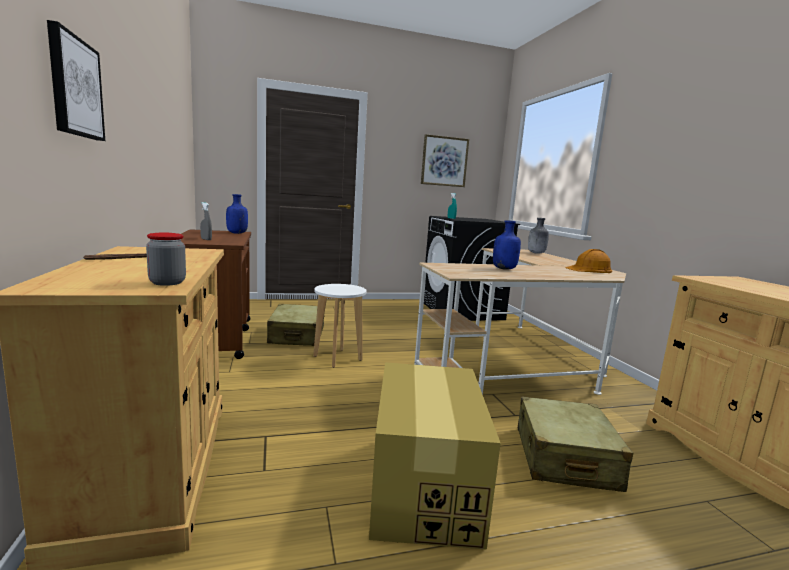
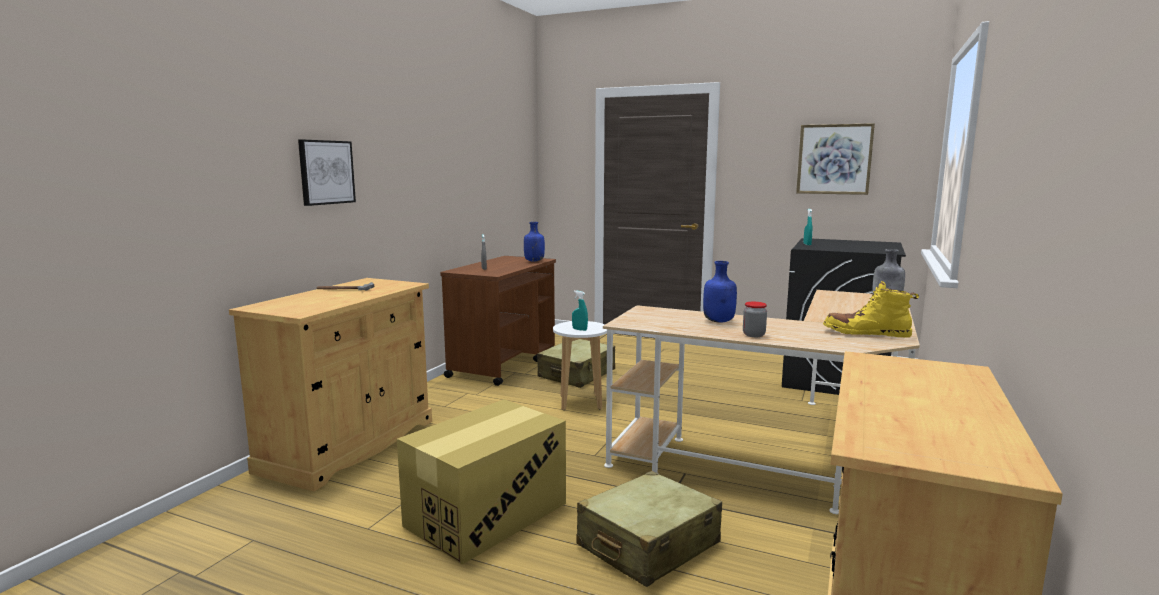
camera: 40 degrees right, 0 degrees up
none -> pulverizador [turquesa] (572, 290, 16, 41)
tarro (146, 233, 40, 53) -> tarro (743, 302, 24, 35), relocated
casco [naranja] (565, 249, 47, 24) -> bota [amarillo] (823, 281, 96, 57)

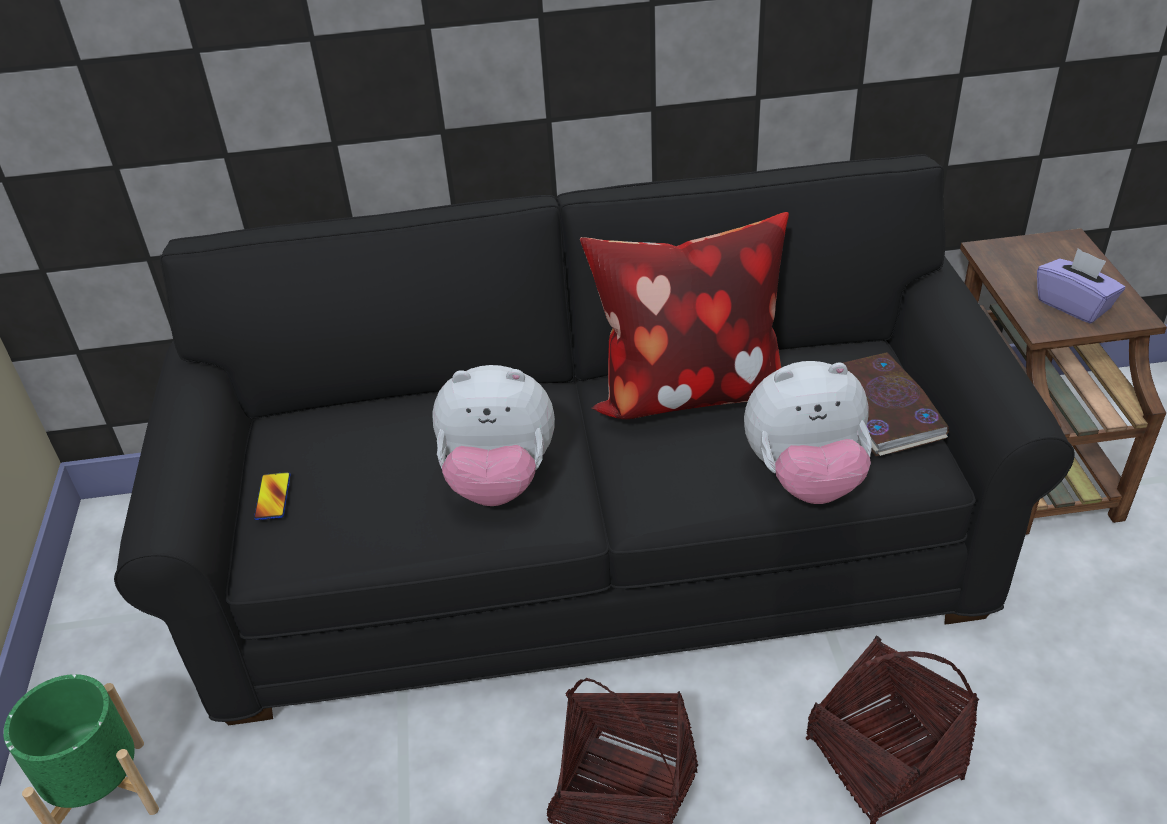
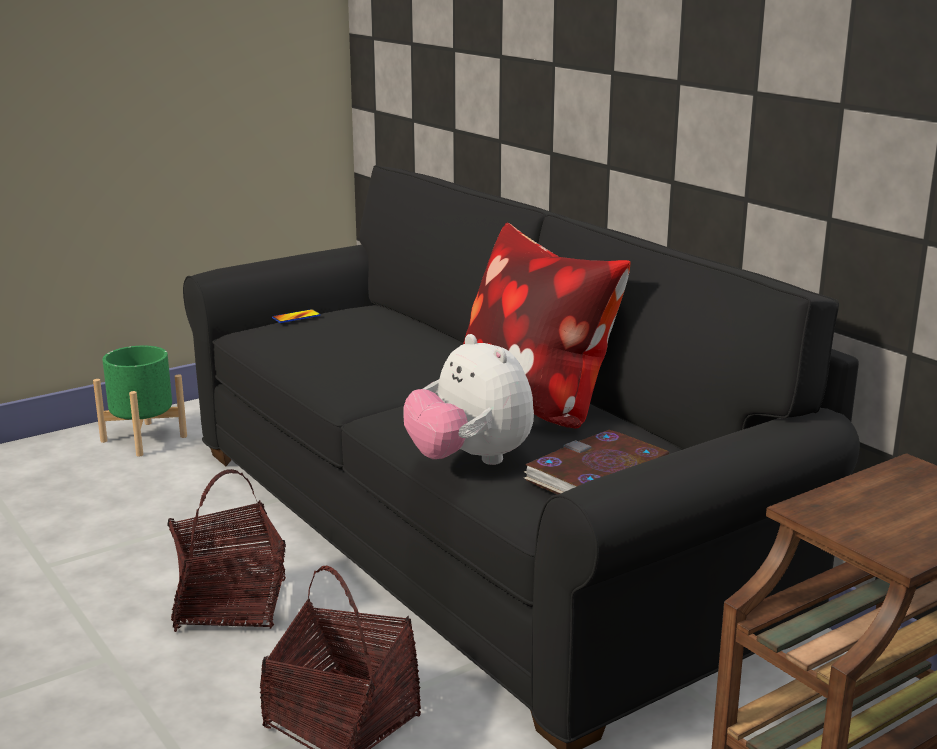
camera: 60 degrees right, 20 degrees down
peluche (433, 365, 122, 141) -> none
caja de pañuelos [morado] (1037, 248, 88, 76) -> none

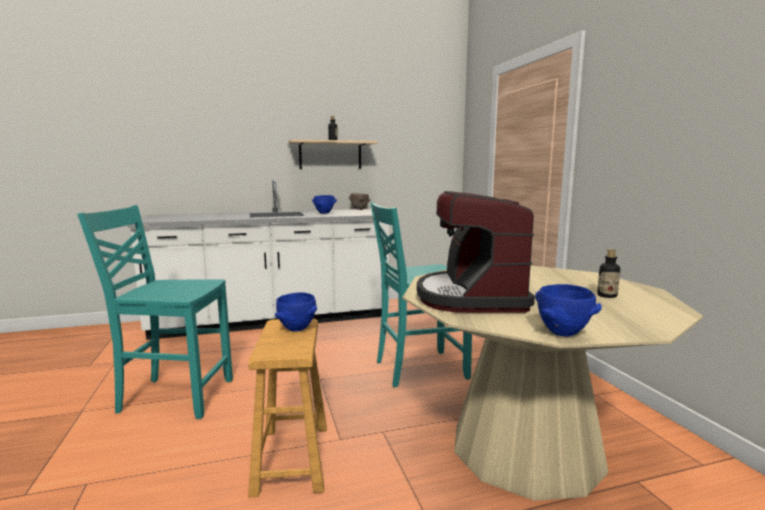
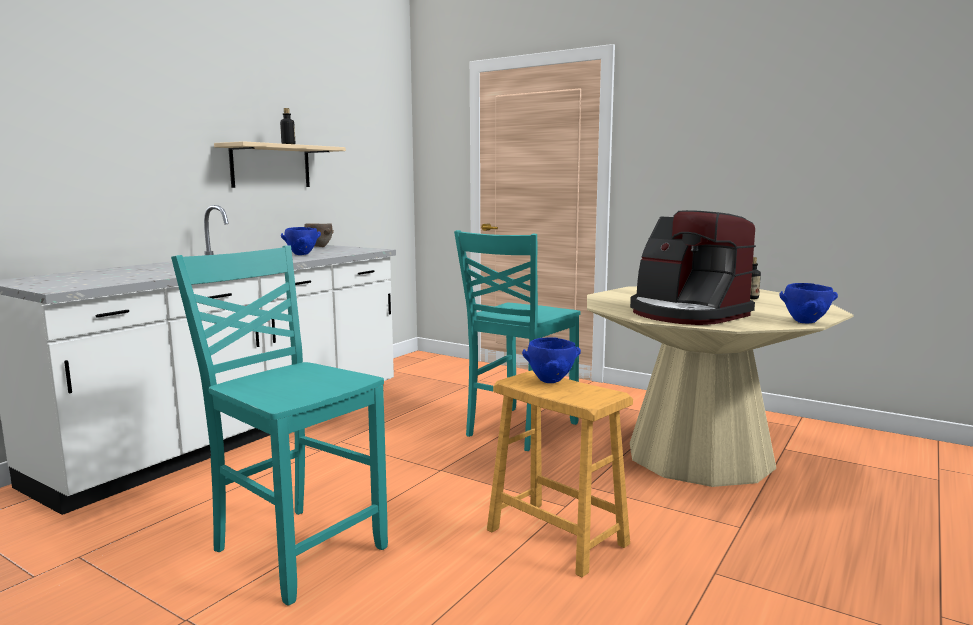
camera: 40 degrees left, 0 degrees up
silla [turquesa] (77, 205, 156, 214) -> silla [turquesa] (171, 245, 217, 361), 75 degrees clockwise

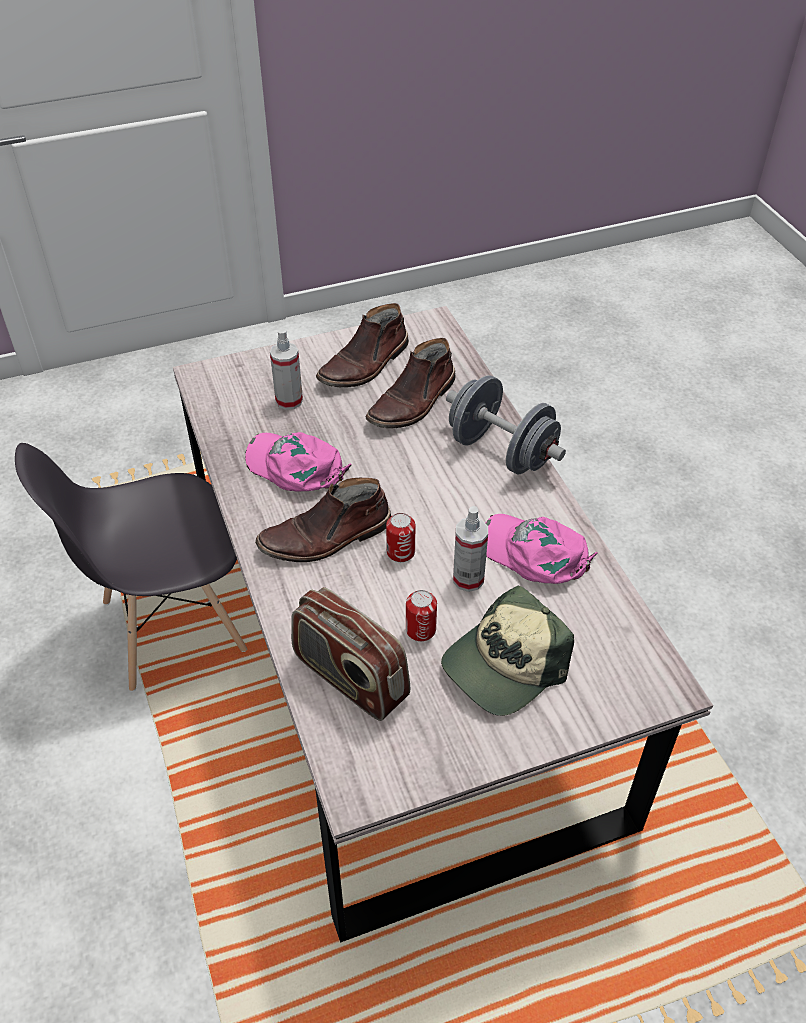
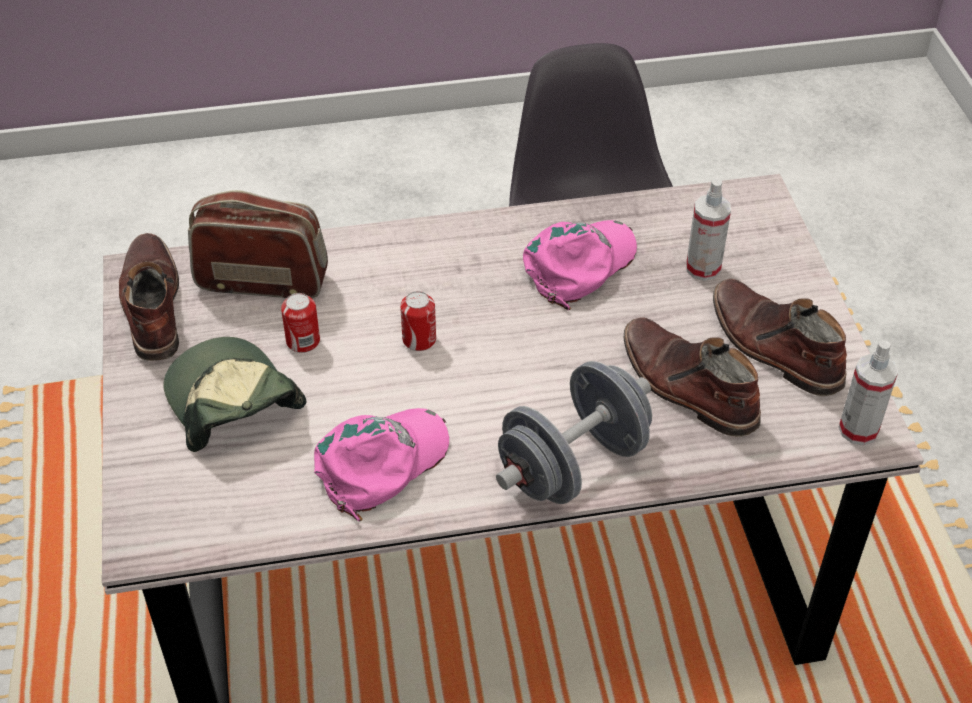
camera: 100 degrees right, 0 degrees up
bota [marrón] (255, 478, 136, 84) -> bota [marrón] (119, 233, 60, 128), relocated
pulverizador (453, 506, 35, 86) -> pulverizador (839, 340, 59, 105), relocated
radio (291, 587, 119, 134) -> radio (188, 190, 140, 109), 45 degrees clockwise

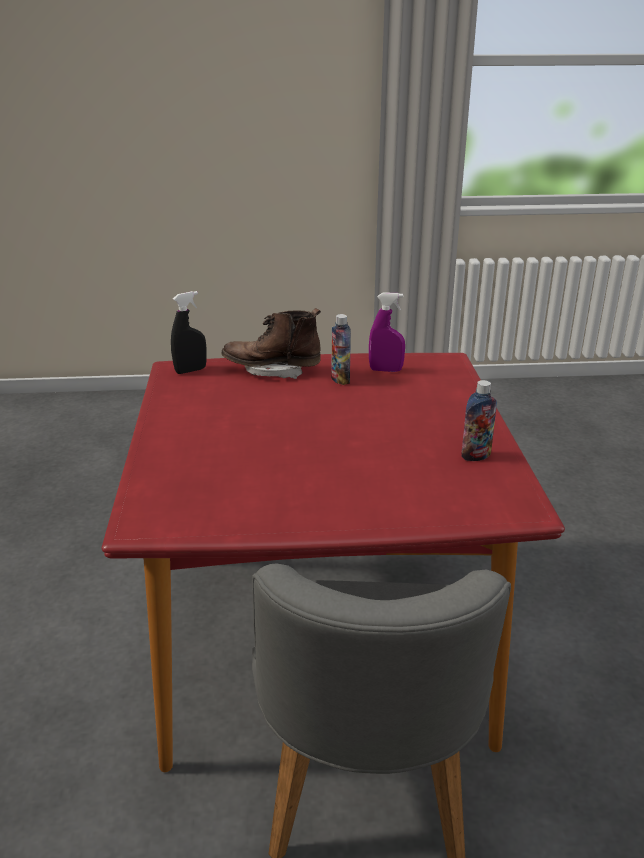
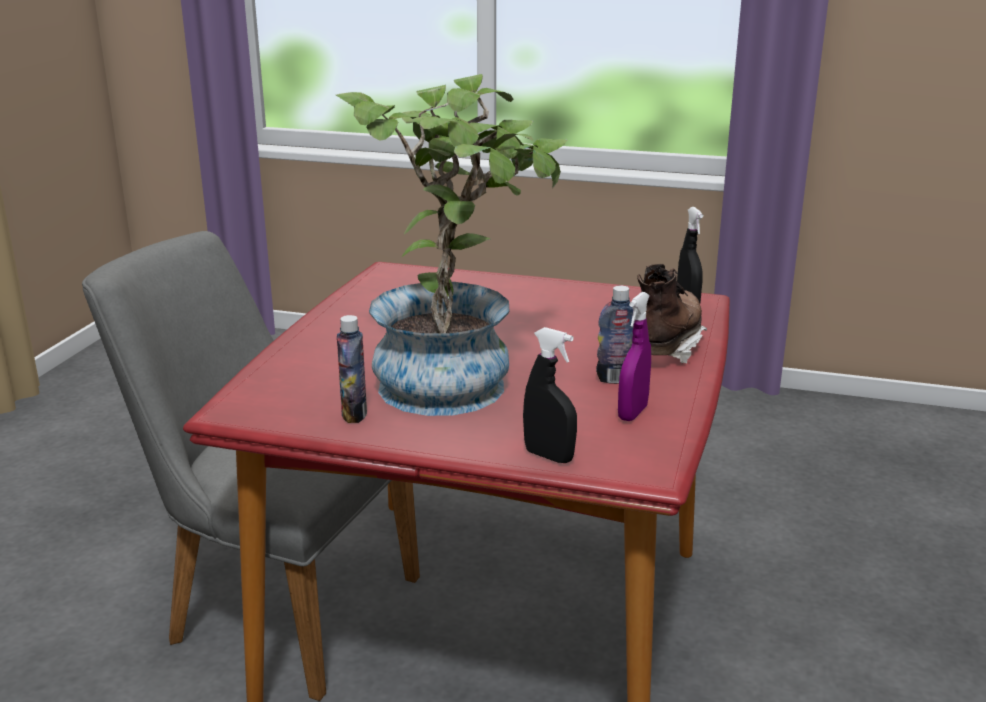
camera: 110 degrees right, 5 degrees down
none -> planta en maceta (336, 74, 231, 342)
none -> pulverizador [negro] (523, 327, 54, 136)

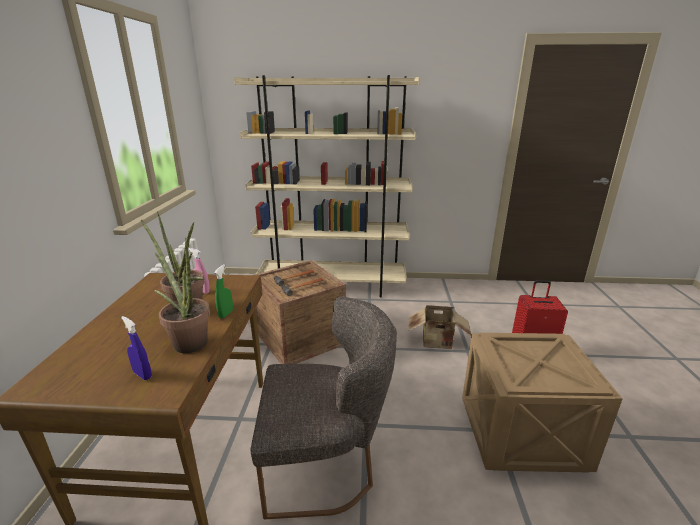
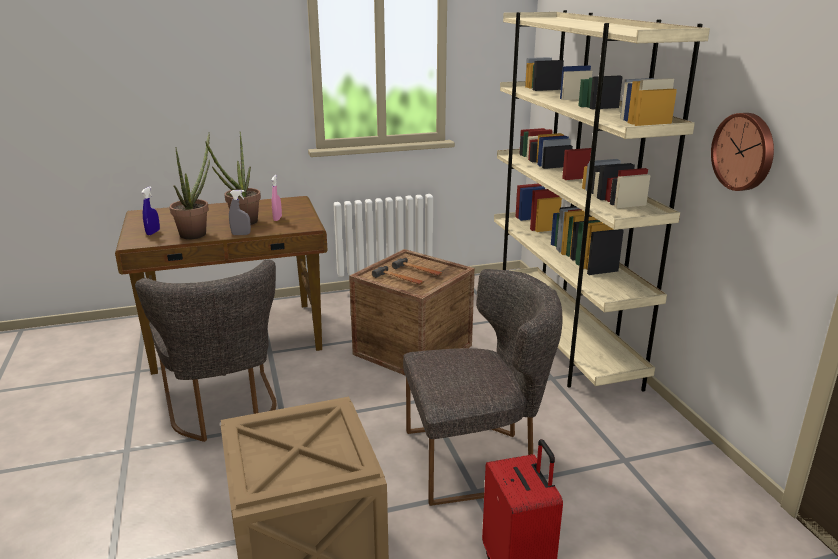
camera: 70 degrees right, 0 degrees up
none -> reloj de pared (711, 113, 63, 78)
caja de cartón (408, 305, 63, 44) -> silla [gris] (403, 269, 160, 237)
pulverizador [verde] (214, 264, 19, 55) -> pulverizador [gris] (229, 190, 22, 45)

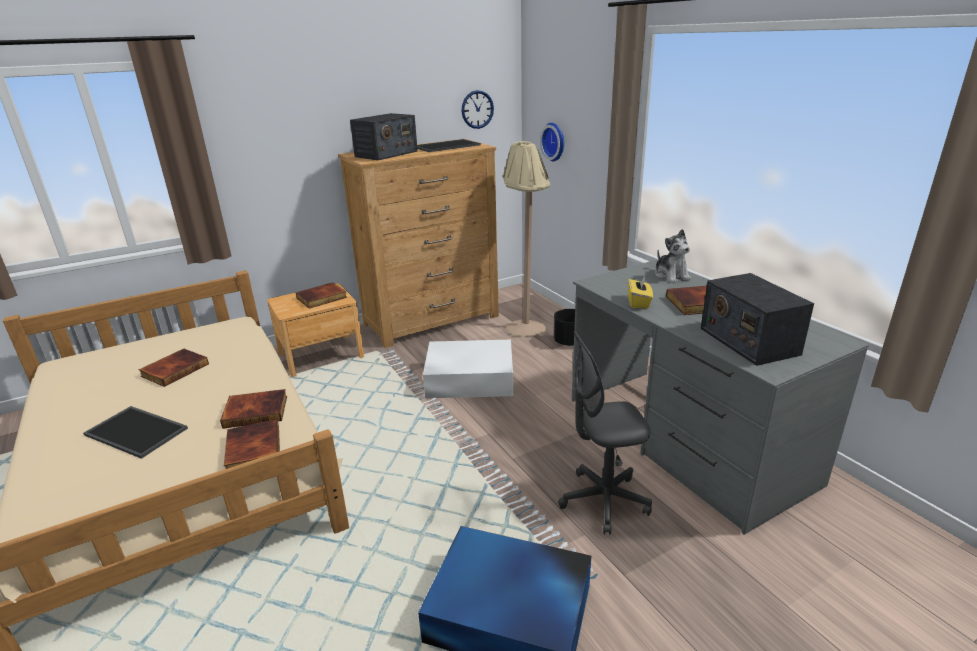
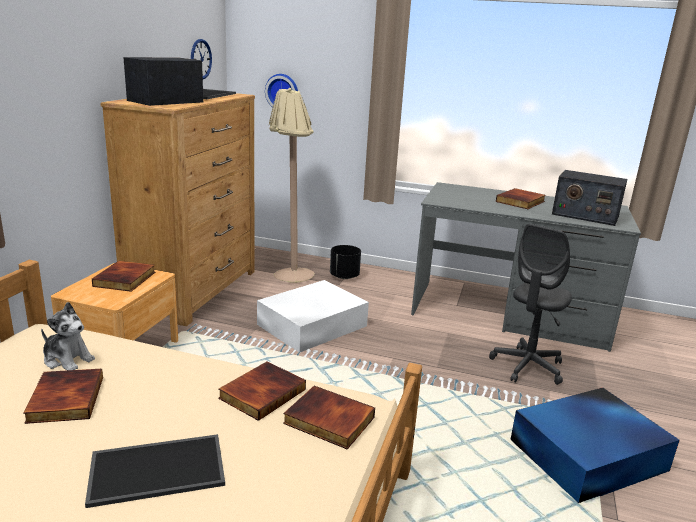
camera: 45 degrees left, 5 degrees down
caja de pañuelos [amarillo] (628, 277, 25, 31) -> none
peluche (655, 229, 36, 54) -> peluche (41, 302, 54, 68), relocated
radio (350, 113, 68, 47) -> radio (123, 57, 80, 49), 135 degrees counterclockwise

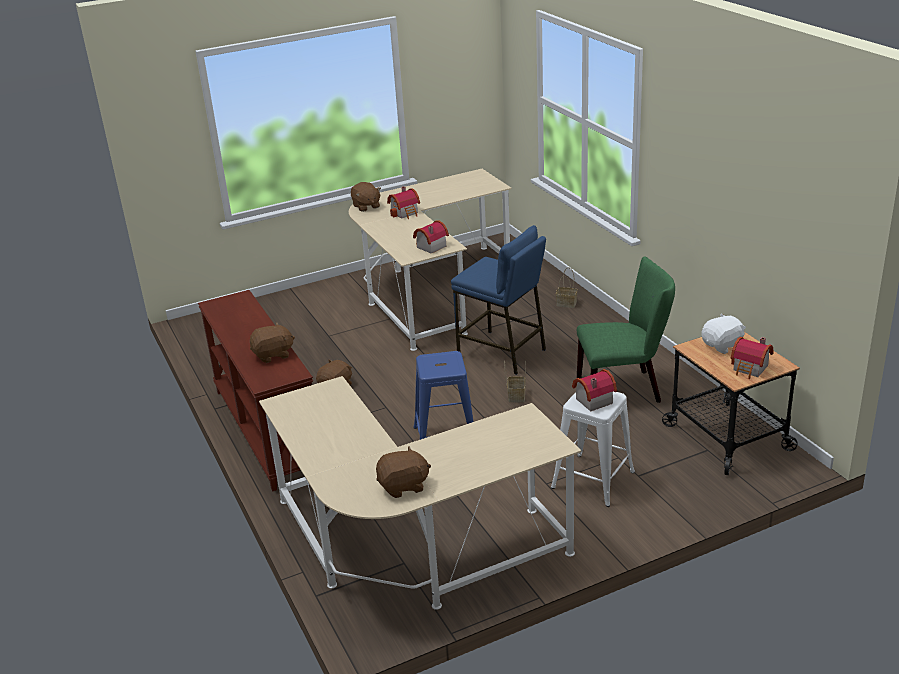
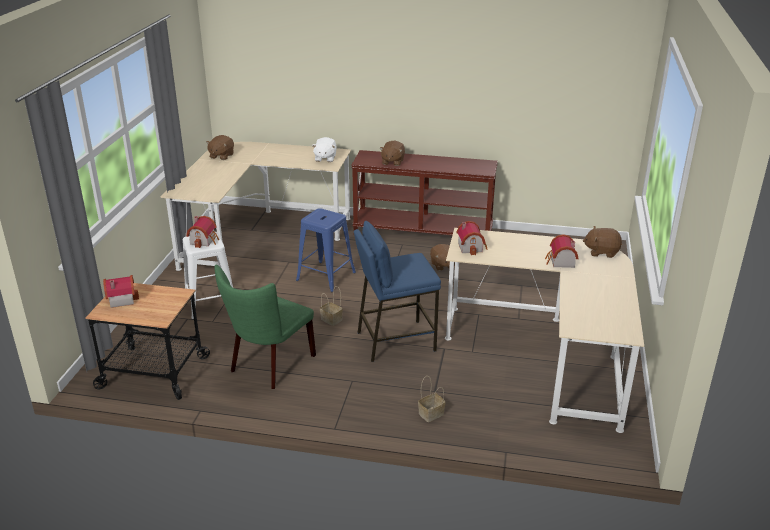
camera: 125 degrees right, 0 degrees up
peluche [blanco] (702, 313, 44, 41) -> peluche [blanco] (312, 137, 25, 25), relocated

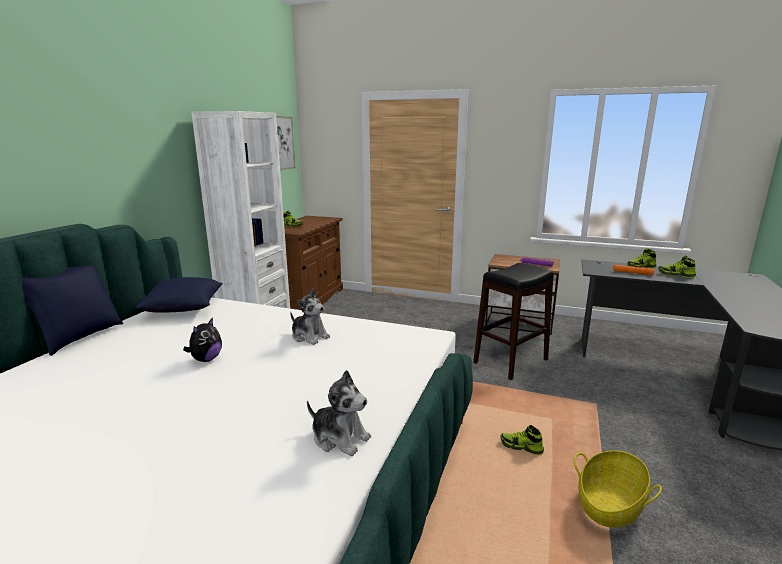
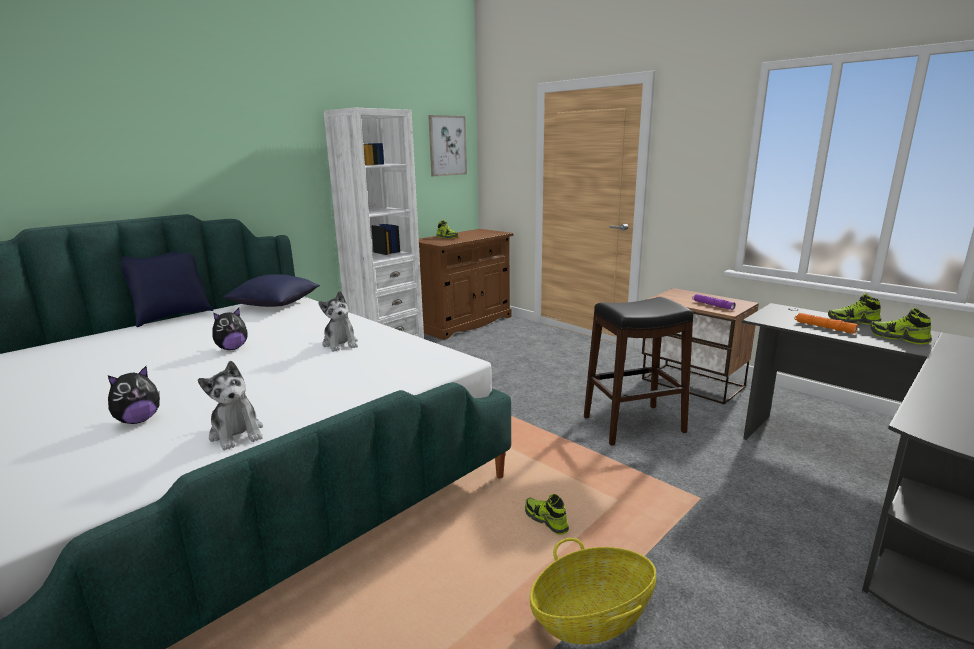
camera: 25 degrees right, 0 degrees up
none -> peluche (108, 366, 52, 58)

